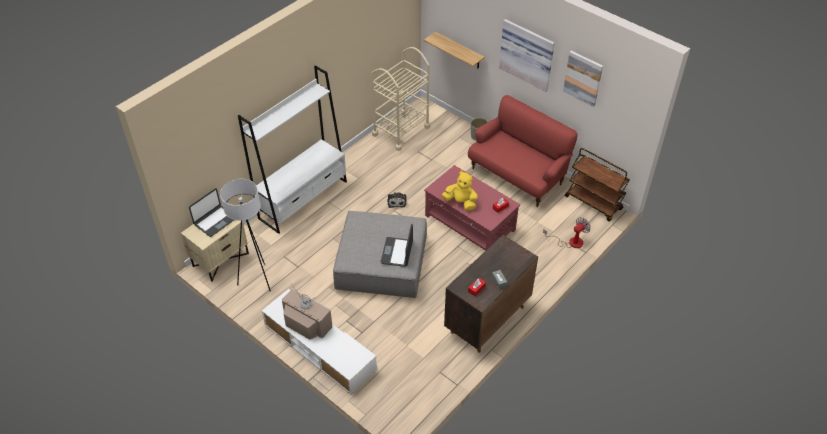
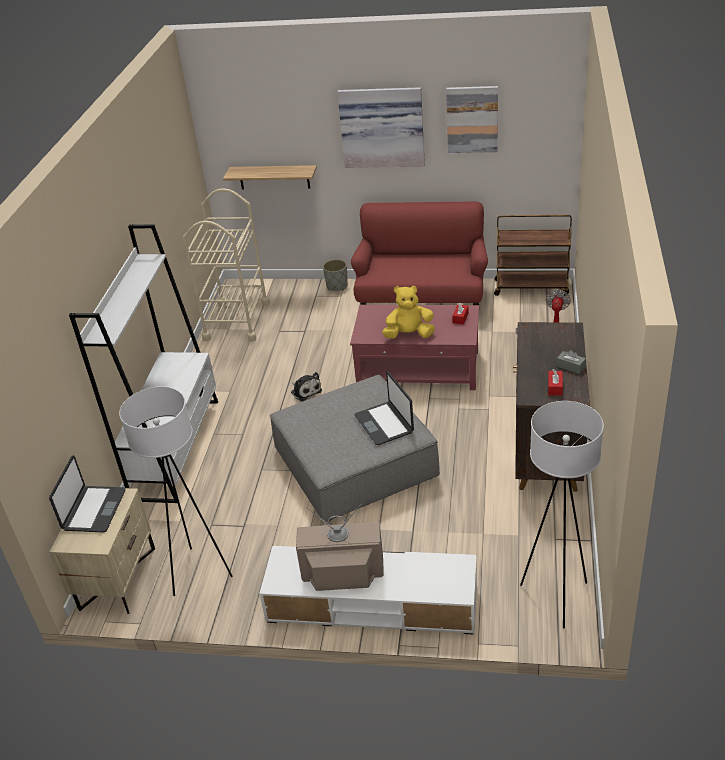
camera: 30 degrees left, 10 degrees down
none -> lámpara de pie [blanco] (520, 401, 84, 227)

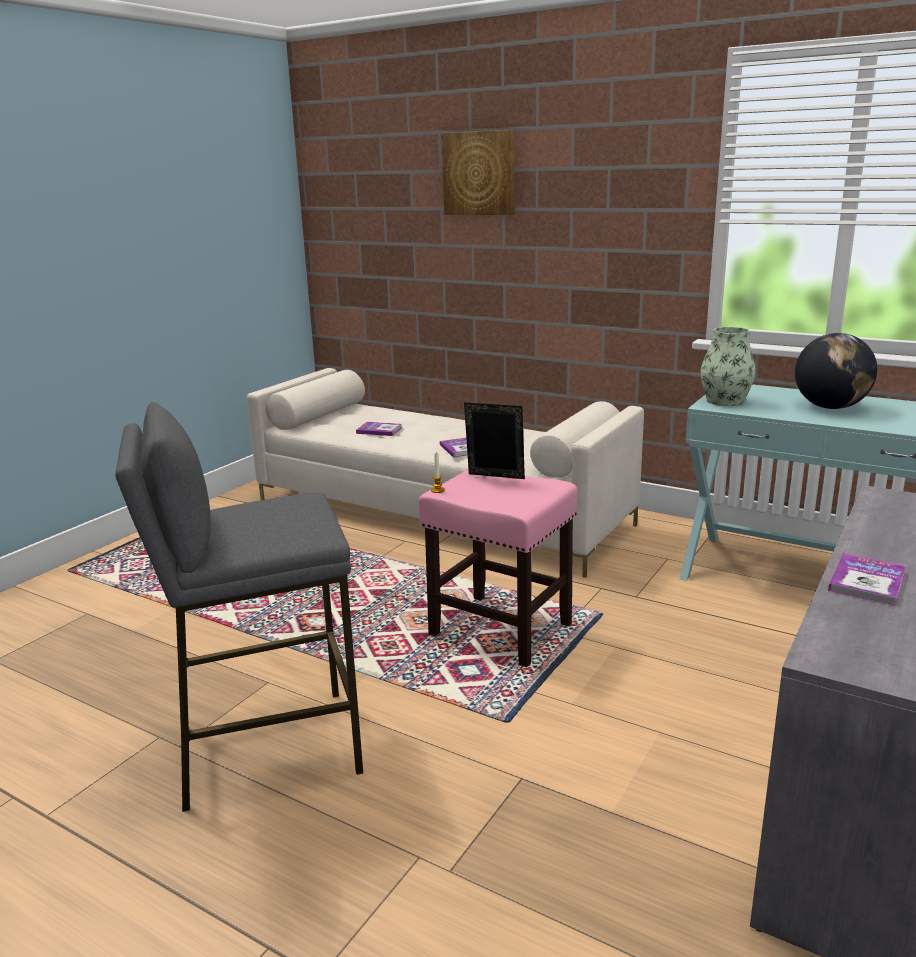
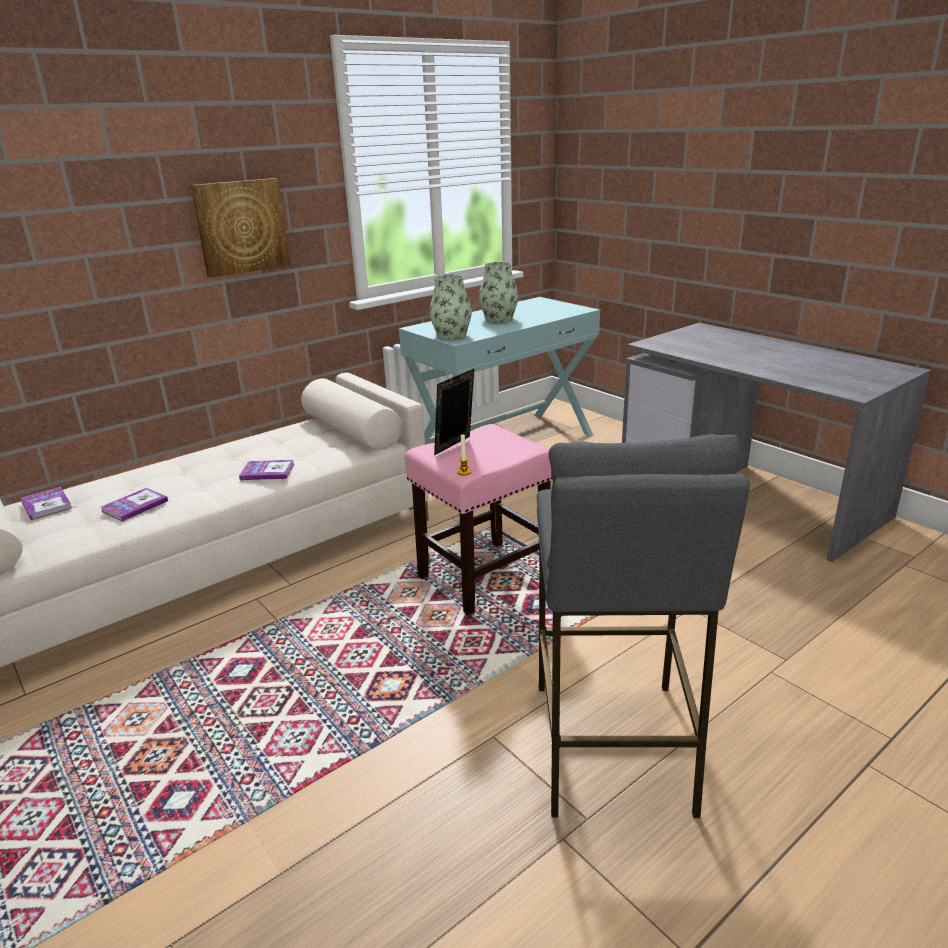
camera: 70 degrees left, 5 degrees up
cuadro (441, 130, 74, 85) -> cuadro (190, 178, 100, 100), relocated
libro (828, 553, 78, 53) -> libro (21, 487, 51, 33), relocated
globo terráqueo (795, 333, 82, 76) -> florero (479, 262, 39, 60)

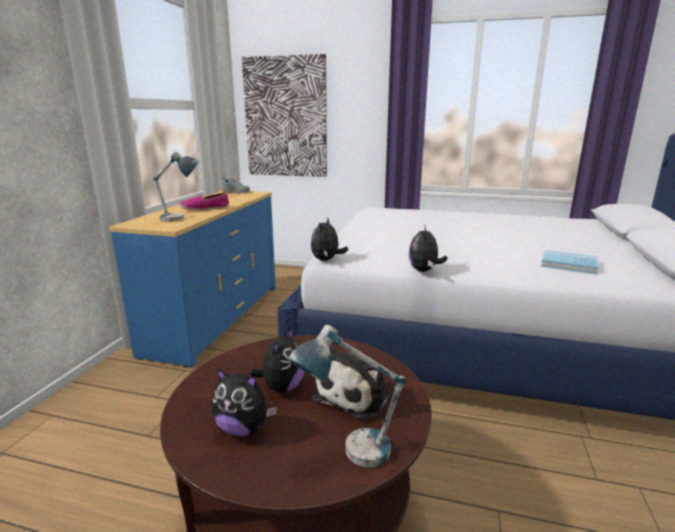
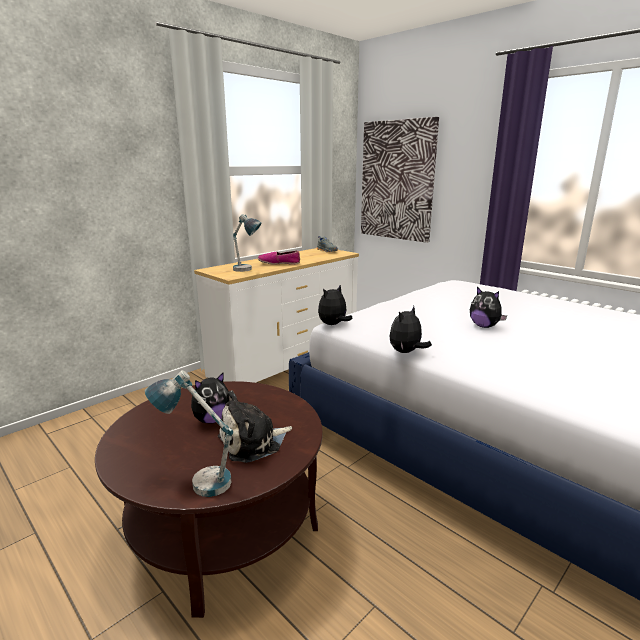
camera: 30 degrees right, 0 degrees up
libro [azul] (541, 250, 58, 24) -> none
peluche (212, 368, 65, 69) -> peluche (470, 287, 37, 41), relocated
cómoda [azul] (109, 191, 167, 176) -> cómoda [blanco] (194, 248, 165, 135)

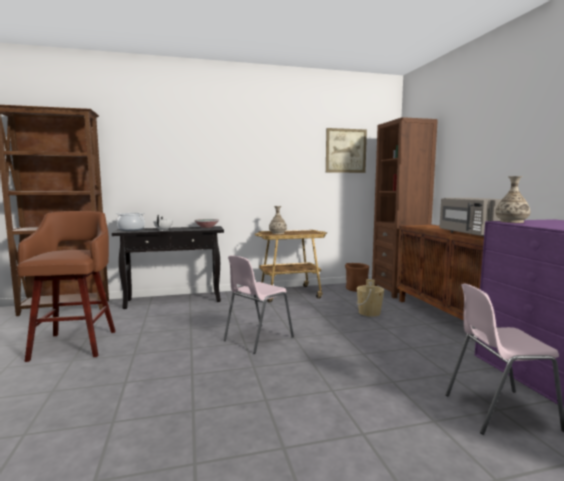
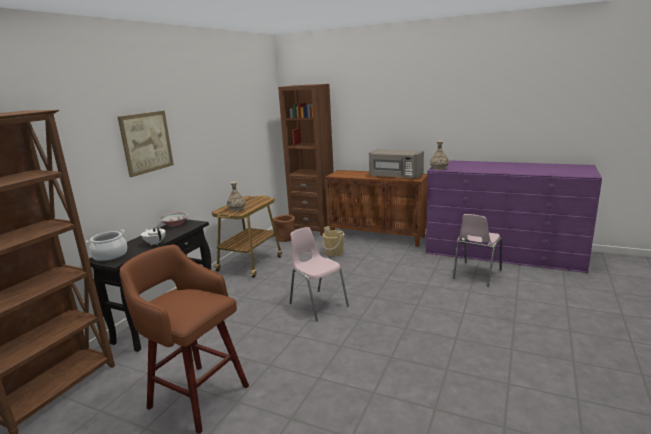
camera: 50 degrees left, 10 degrees up
cuadro (326, 128, 41, 45) -> cuadro (118, 111, 56, 66), relocated
silla [rosa] (224, 255, 70, 99) -> silla [rosa] (290, 227, 59, 95), 150 degrees clockwise

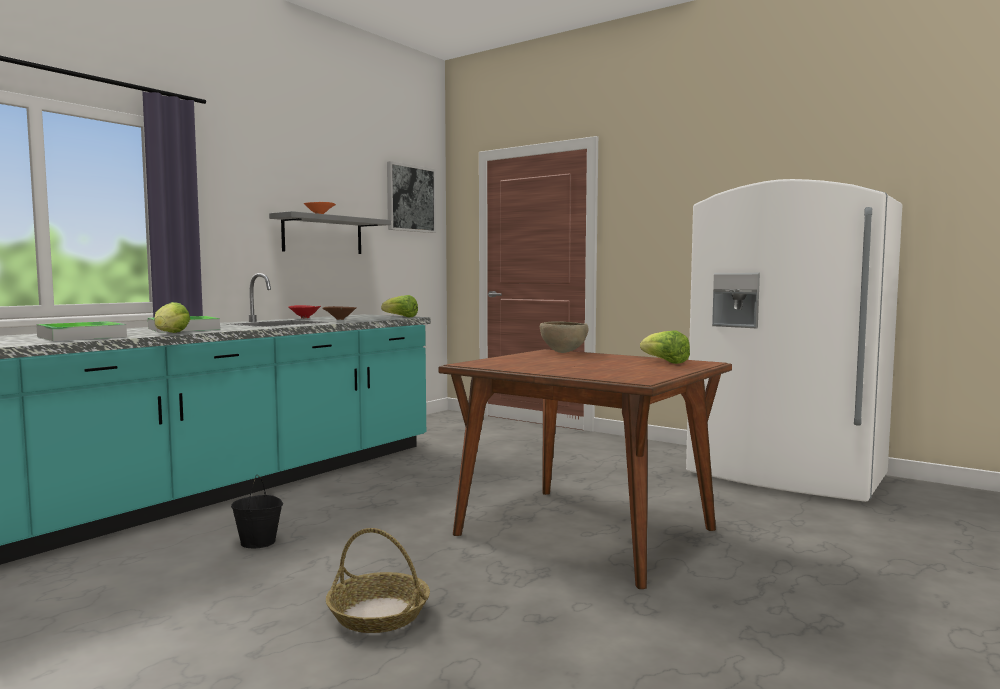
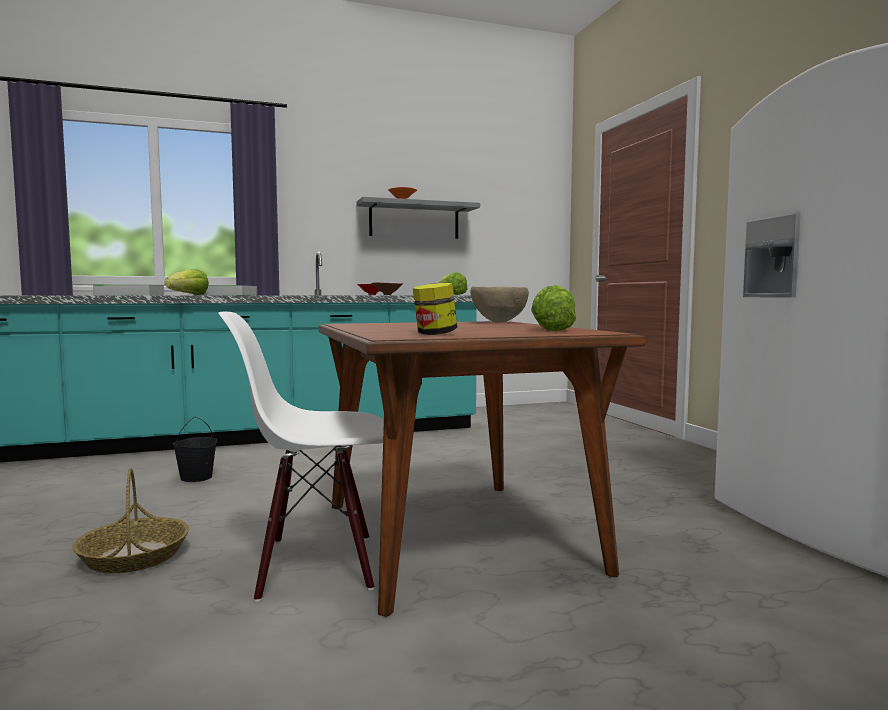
camera: 35 degrees right, 0 degrees up
cuadro (387, 161, 49, 72) -> none
none -> silla [blanco] (218, 312, 166, 290)
none -> tarro (413, 283, 44, 52)

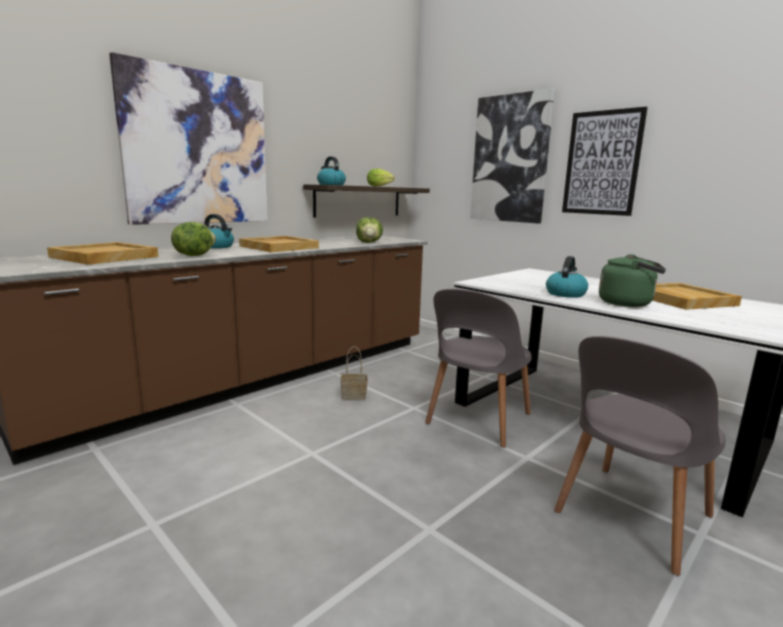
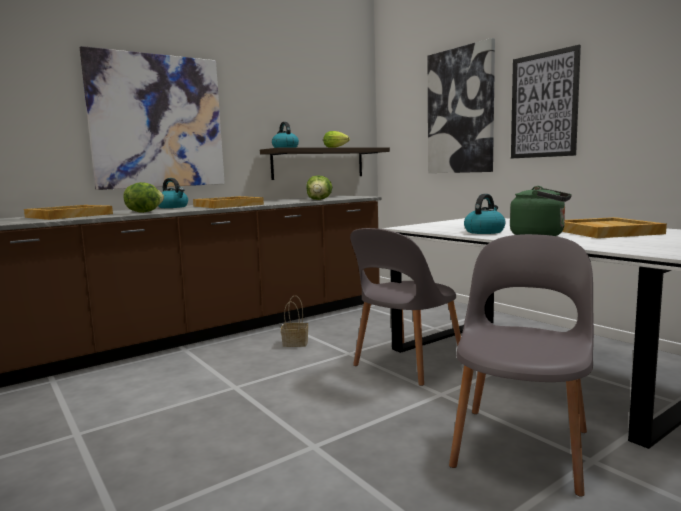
camera: 10 degrees right, 5 degrees down
silla [gris] (554, 336, 172, 240) -> silla [gris] (449, 234, 145, 263), 150 degrees clockwise

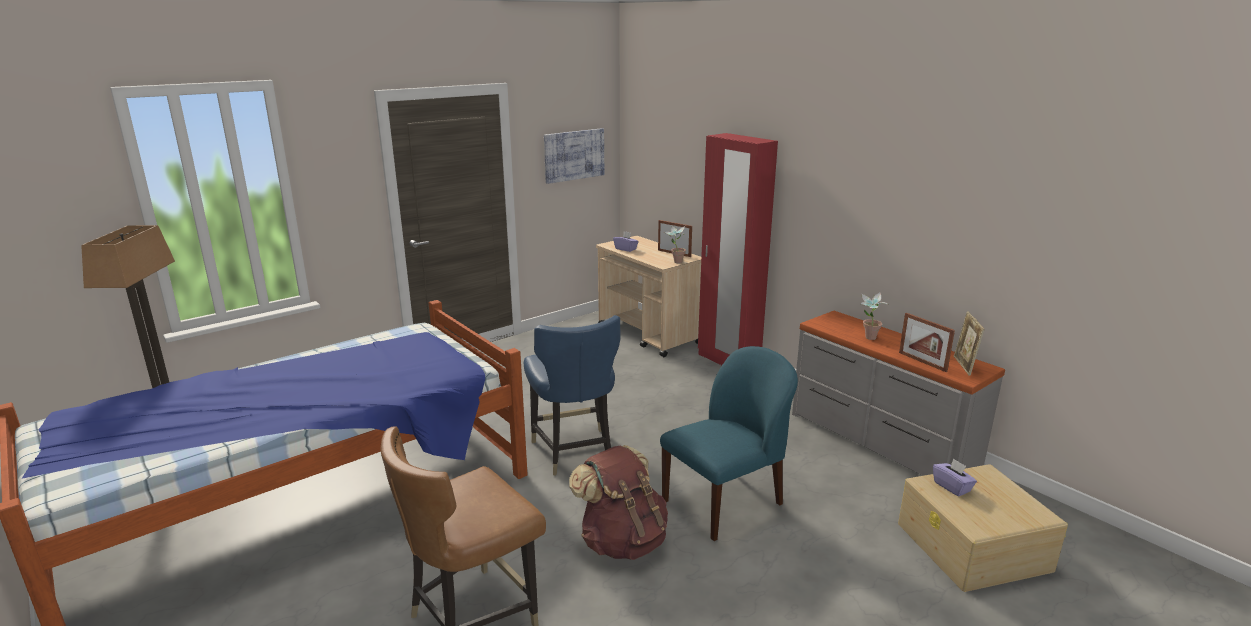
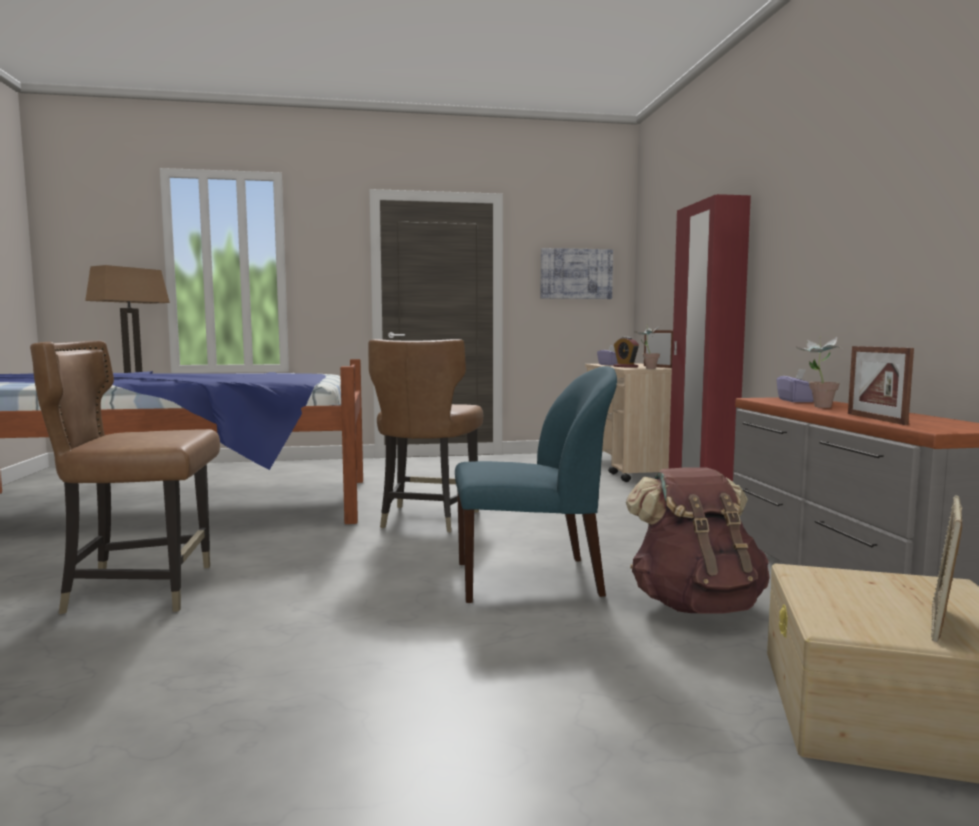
camera: 30 degrees right, 15 degrees down
none -> despertador (613, 337, 26, 31)
mochila [marrón] (569, 445, 99, 115) -> mochila [marrón] (626, 467, 144, 146), relocated
caja de pañuelos [morado] (933, 458, 44, 39) -> caja de pañuelos [morado] (777, 368, 36, 34), relocated
portarretratos (954, 311, 31, 65) -> portarretratos (931, 495, 31, 147), relocated
silla [azul] (524, 315, 97, 160) -> silla [marrón] (368, 339, 115, 193)

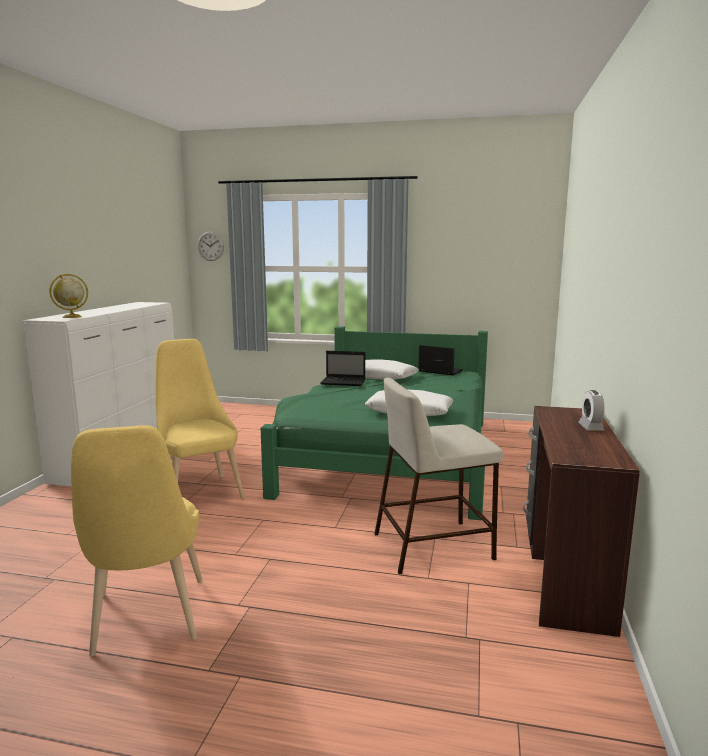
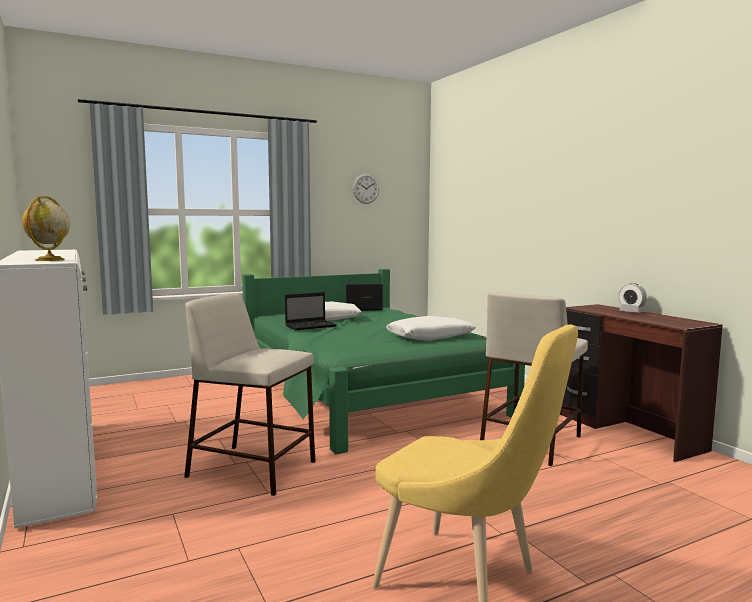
camera: 40 degrees left, 5 degrees down
reloj de pared (198, 232, 26, 29) -> reloj de pared (353, 174, 26, 30), relocated
silla [amarillo] (156, 339, 89, 160) -> taburete [beis] (184, 293, 132, 203)

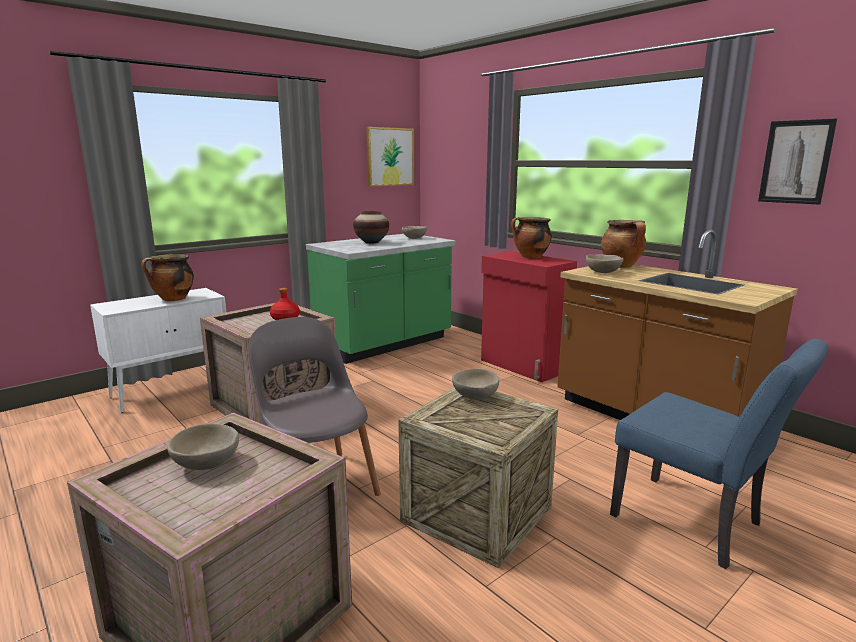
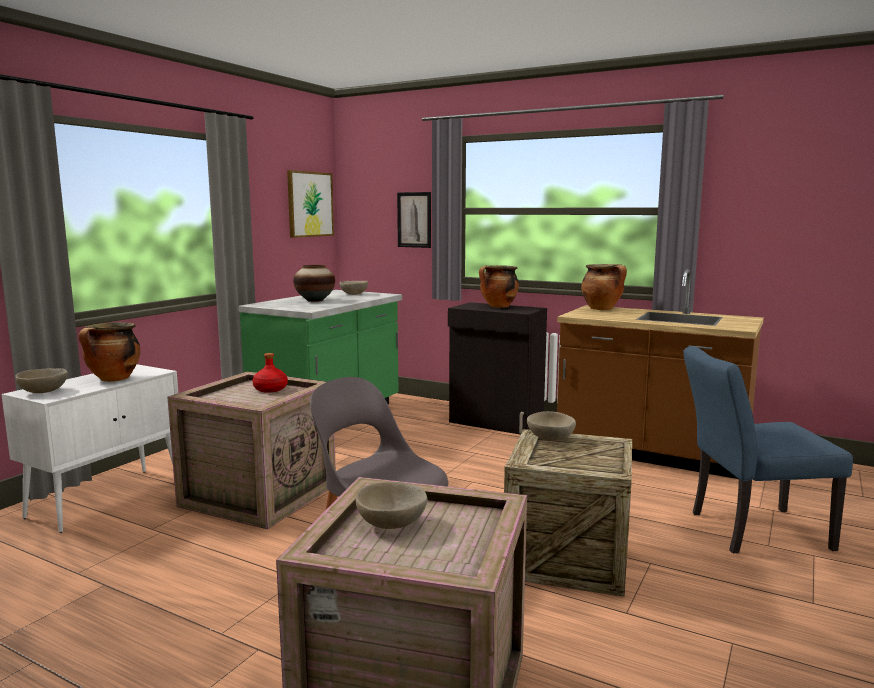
camera: 20 degrees left, 5 degrees down
cuenco [beis] (586, 254, 37, 19) -> cuenco [beis] (15, 368, 53, 25), relocated
cuadro (758, 118, 79, 87) -> cuadro (397, 192, 34, 56), relocated
armario [rojo] (481, 251, 96, 131) -> armario [negro] (448, 302, 99, 133)
silla [azul] (610, 339, 218, 230) -> silla [azul] (683, 346, 170, 207), 150 degrees clockwise

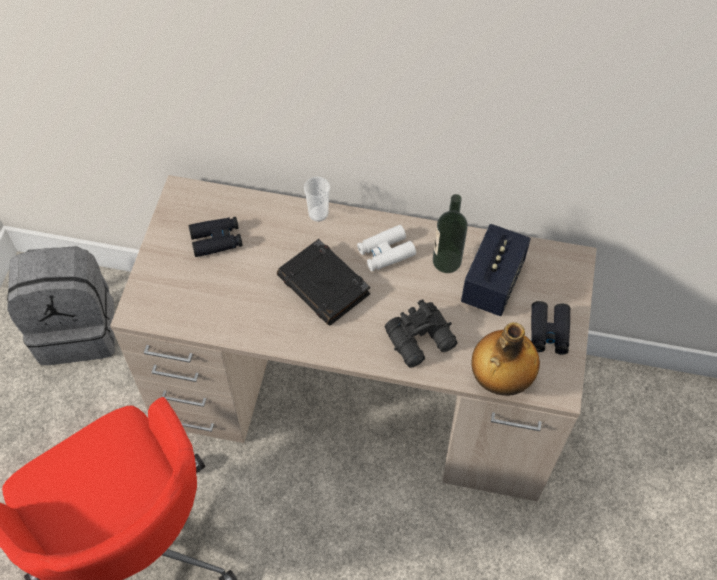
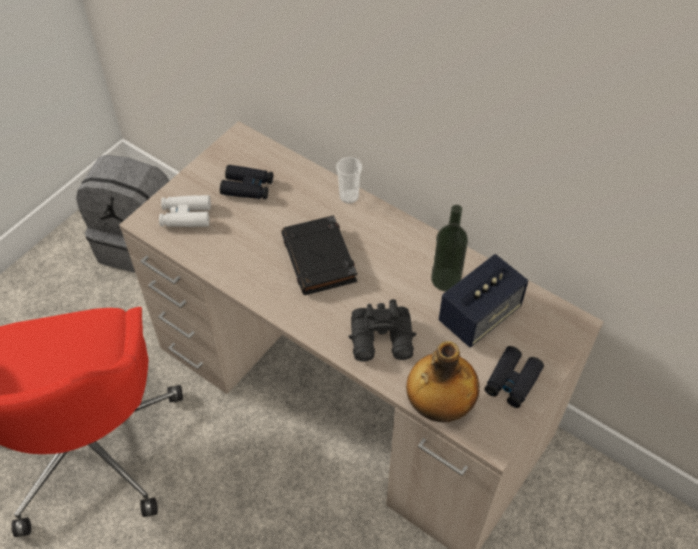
camera: 25 degrees right, 5 degrees down
prismáticos [blanco] (357, 225, 59, 46) -> prismáticos [blanco] (159, 195, 52, 32), relocated

